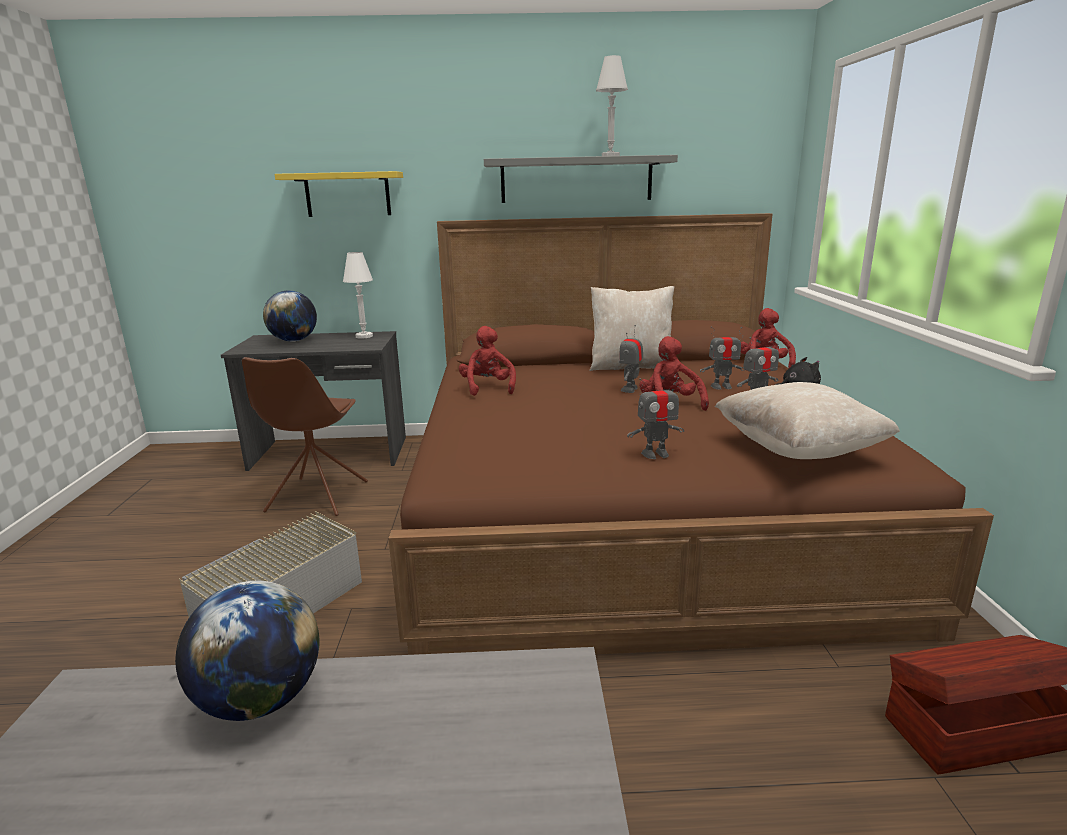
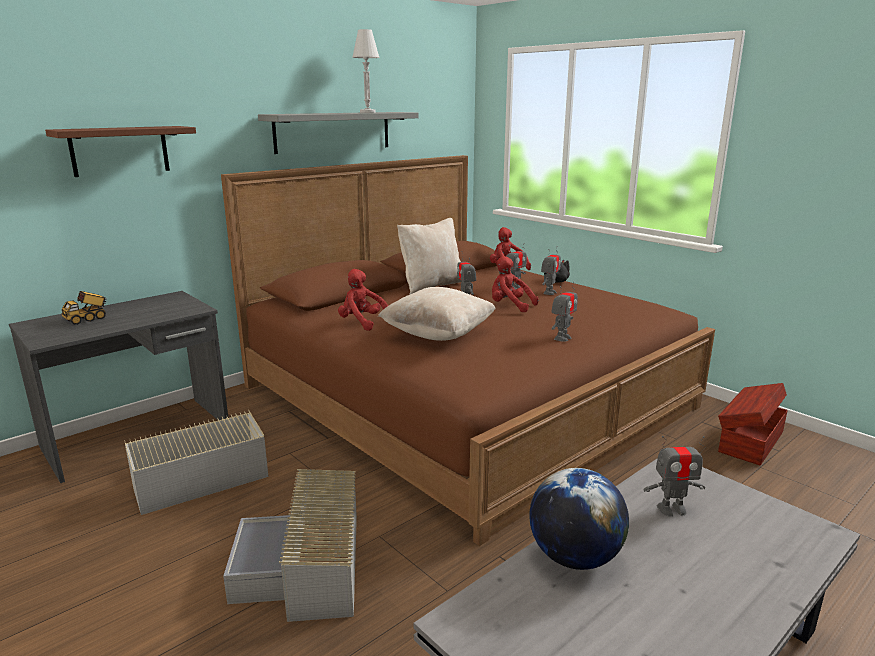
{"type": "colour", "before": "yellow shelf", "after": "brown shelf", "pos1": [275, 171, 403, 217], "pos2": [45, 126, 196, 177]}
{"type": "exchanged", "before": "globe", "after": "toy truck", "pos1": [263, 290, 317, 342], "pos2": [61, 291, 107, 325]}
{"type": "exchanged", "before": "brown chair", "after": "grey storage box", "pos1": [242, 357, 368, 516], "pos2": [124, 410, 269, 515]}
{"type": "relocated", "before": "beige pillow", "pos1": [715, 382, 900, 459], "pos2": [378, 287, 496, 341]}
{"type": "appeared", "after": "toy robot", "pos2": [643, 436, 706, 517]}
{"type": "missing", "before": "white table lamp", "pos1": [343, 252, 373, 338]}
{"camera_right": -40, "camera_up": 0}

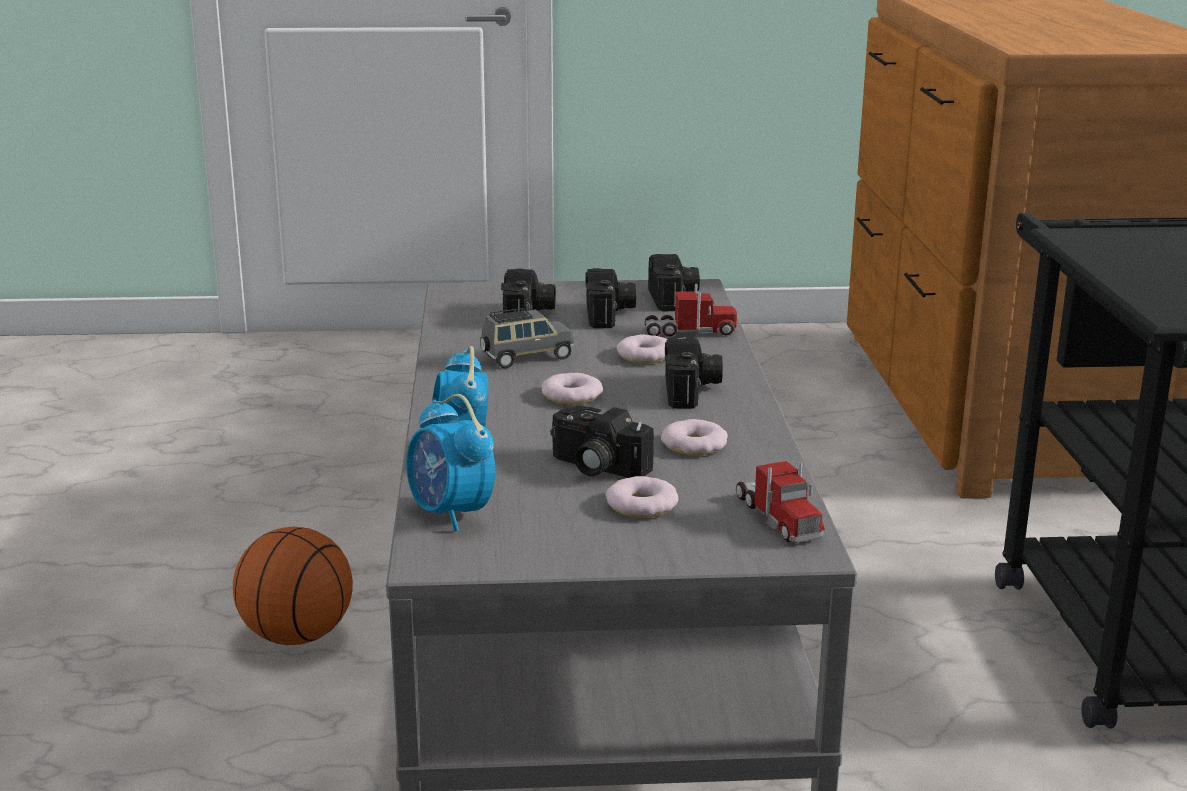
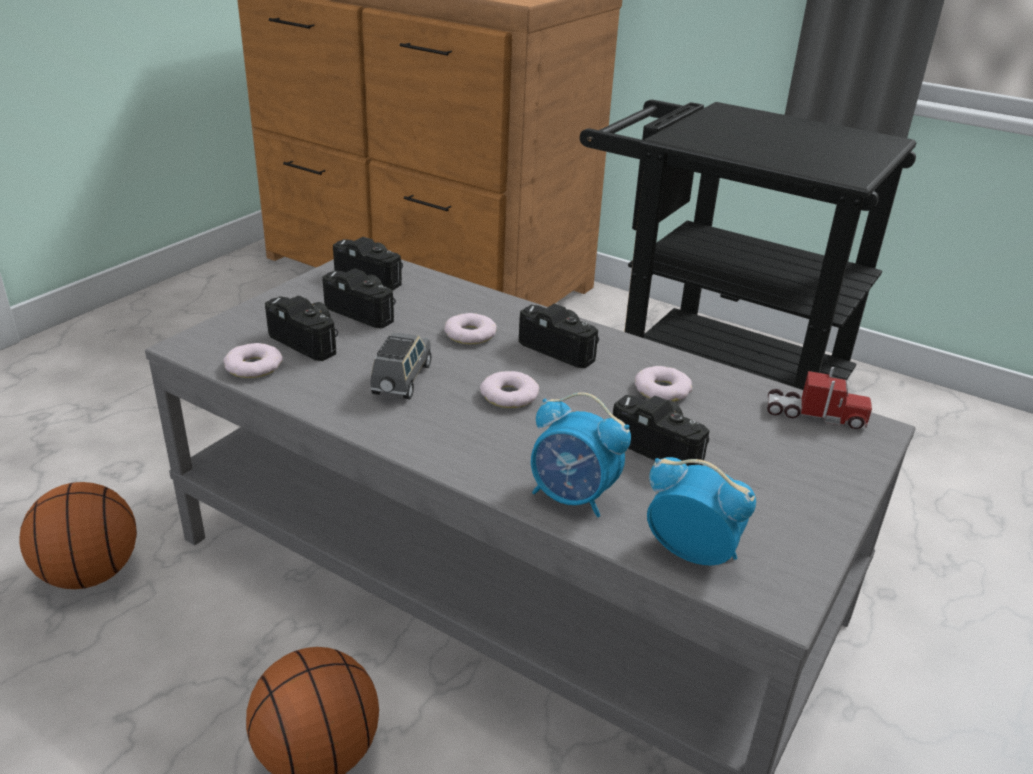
{"type": "appeared", "after": "basketball", "pos2": [19, 482, 137, 589]}
{"type": "relocated", "before": "donut", "pos1": [606, 476, 679, 518], "pos2": [223, 343, 283, 378]}
{"type": "spun", "before": "photo camera", "pos1": [550, 405, 654, 478], "pos2": [613, 395, 710, 466], "turn": -120}
{"type": "spun", "before": "alarm clock", "pos1": [406, 394, 495, 532], "pos2": [647, 457, 756, 566], "turn": -150}
{"type": "missing", "before": "toy truck", "pos1": [645, 284, 737, 336]}
{"camera_right": -55, "camera_up": 10}

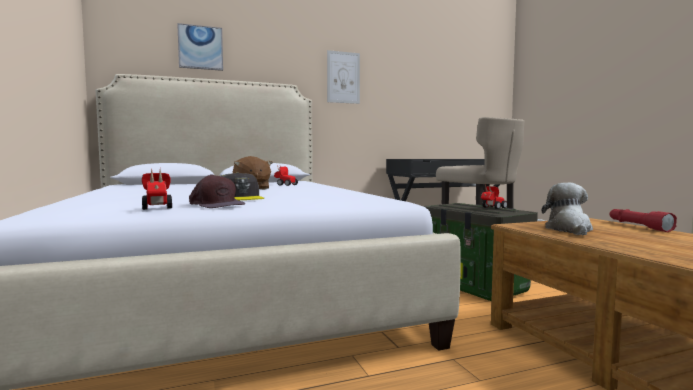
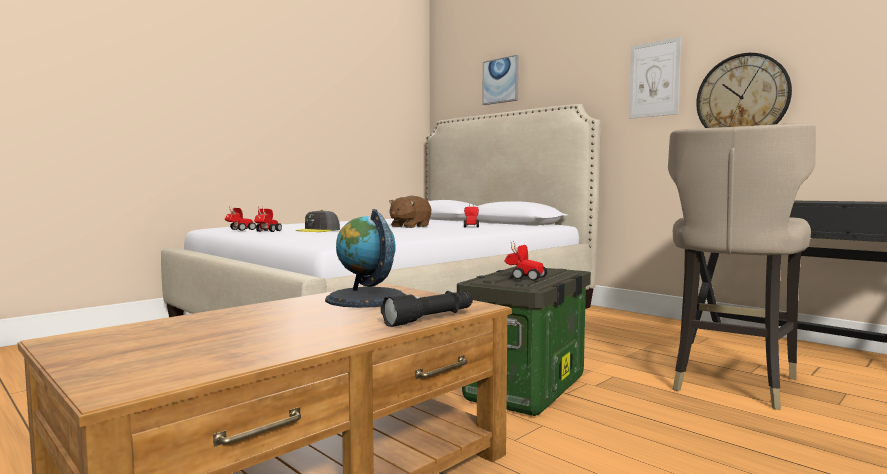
{"type": "exchanged", "before": "brown cap", "after": "toy car", "pos1": [189, 174, 245, 208], "pos2": [254, 206, 282, 232]}
{"type": "exchanged", "before": "plush toy", "after": "globe", "pos1": [542, 183, 593, 235], "pos2": [325, 209, 406, 308]}
{"type": "colour", "before": "red flashlight", "after": "black flashlight", "pos1": [610, 209, 677, 232], "pos2": [381, 291, 473, 327]}
{"type": "appeared", "after": "wall clock", "pos2": [696, 53, 792, 128]}
{"camera_right": 65, "camera_up": 0}

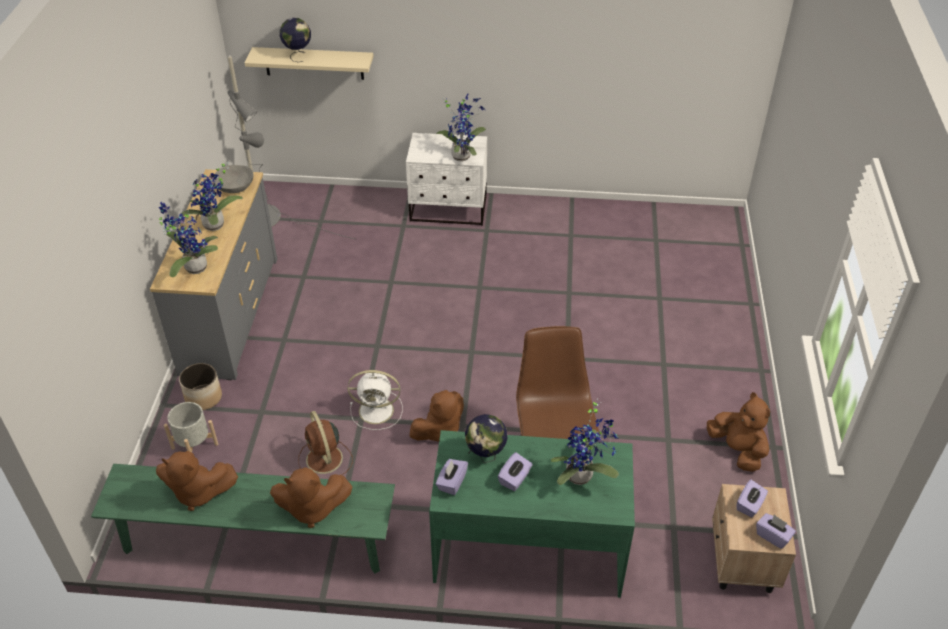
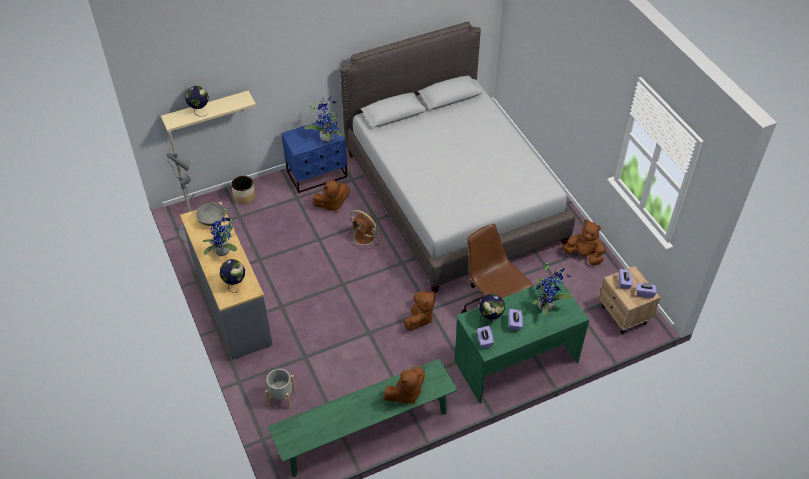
{"type": "exchanged", "before": "potted plant", "after": "globe", "pos1": [159, 202, 218, 277], "pos2": [220, 259, 245, 293]}
{"type": "relocated", "before": "planter", "pos1": [179, 363, 222, 410], "pos2": [231, 176, 256, 204]}
{"type": "colour", "before": "white nightstand", "after": "blue nightstand", "pos1": [406, 133, 487, 226], "pos2": [282, 120, 347, 193]}
{"type": "relocated", "before": "brown plush toy", "pos1": [156, 451, 238, 511], "pos2": [313, 180, 350, 212]}
{"type": "appeared", "after": "grey bed", "pos2": [340, 22, 575, 293]}
{"type": "relocated", "before": "brown fan", "pos1": [298, 411, 353, 475], "pos2": [348, 210, 382, 249]}
{"type": "missing", "before": "white fan", "pos1": [348, 370, 403, 430]}
{"camera_right": -30, "camera_up": 5}

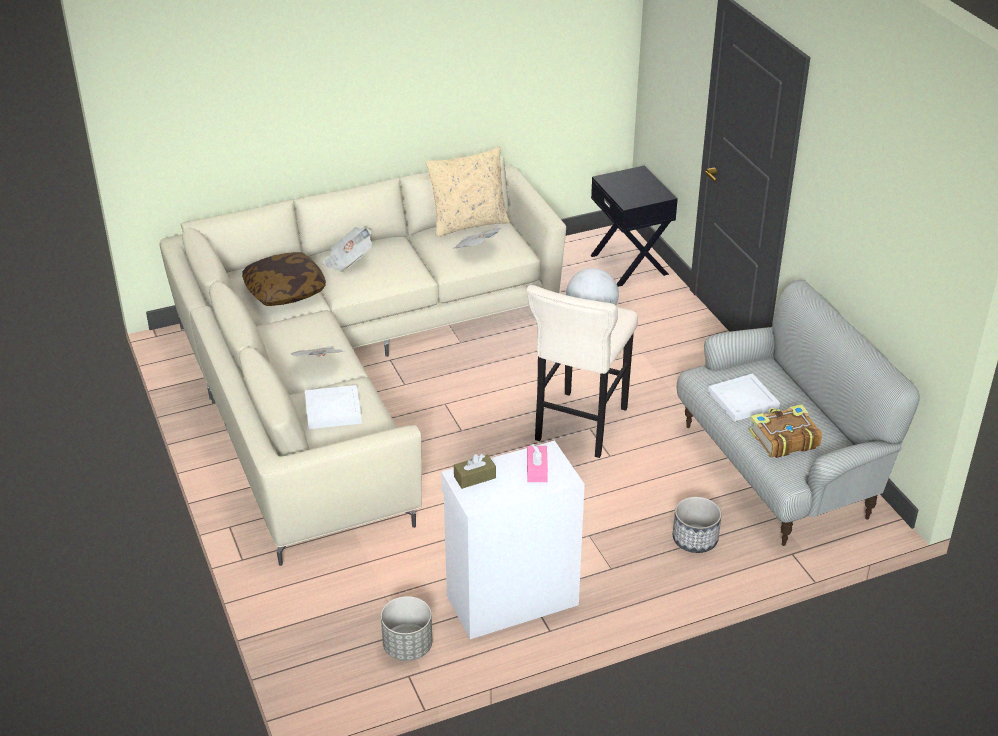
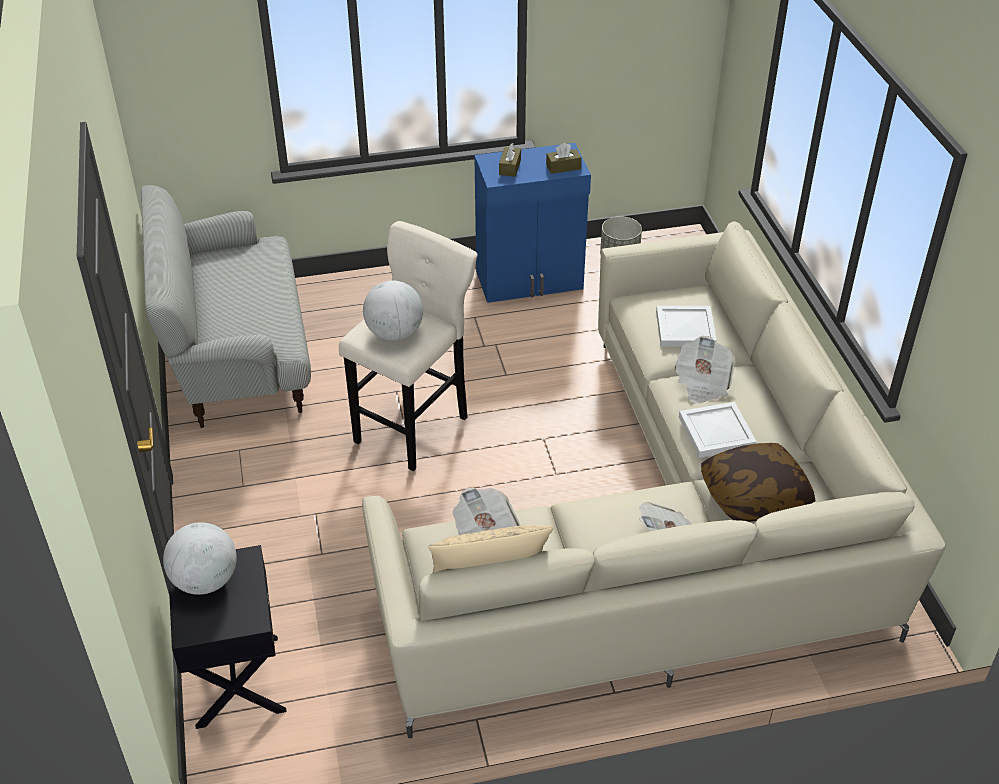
{"type": "appeared", "after": "globe", "pos2": [163, 522, 237, 595]}
{"type": "colour", "before": "white cabinet", "after": "blue cabinet", "pos1": [441, 441, 585, 639], "pos2": [474, 143, 591, 303]}
{"type": "colour", "before": "pink tissue box", "after": "brown tissue box", "pos1": [527, 444, 548, 482], "pos2": [499, 143, 521, 177]}
{"type": "relocated", "before": "white tray", "pos1": [708, 374, 780, 422], "pos2": [679, 402, 757, 458]}
{"type": "missing", "before": "planter", "pos1": [673, 497, 722, 553]}
{"type": "missing", "before": "book", "pos1": [749, 404, 822, 458]}
{"camera_right": -170, "camera_up": 5}

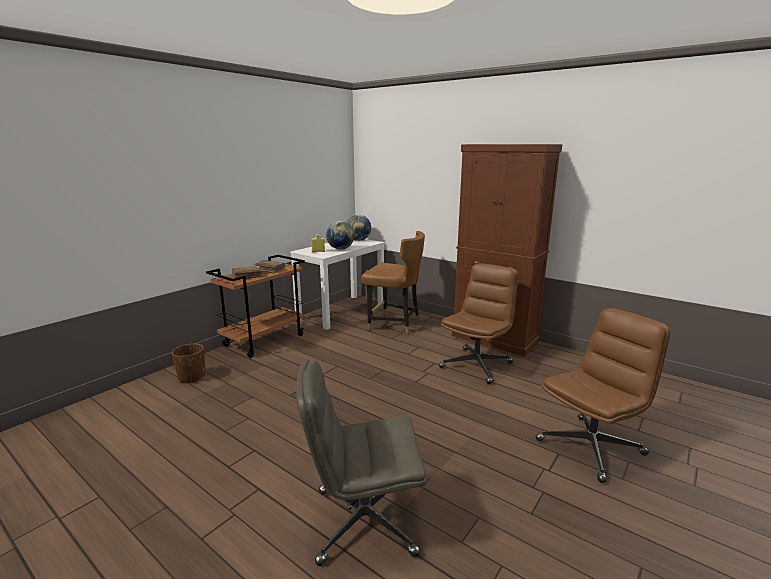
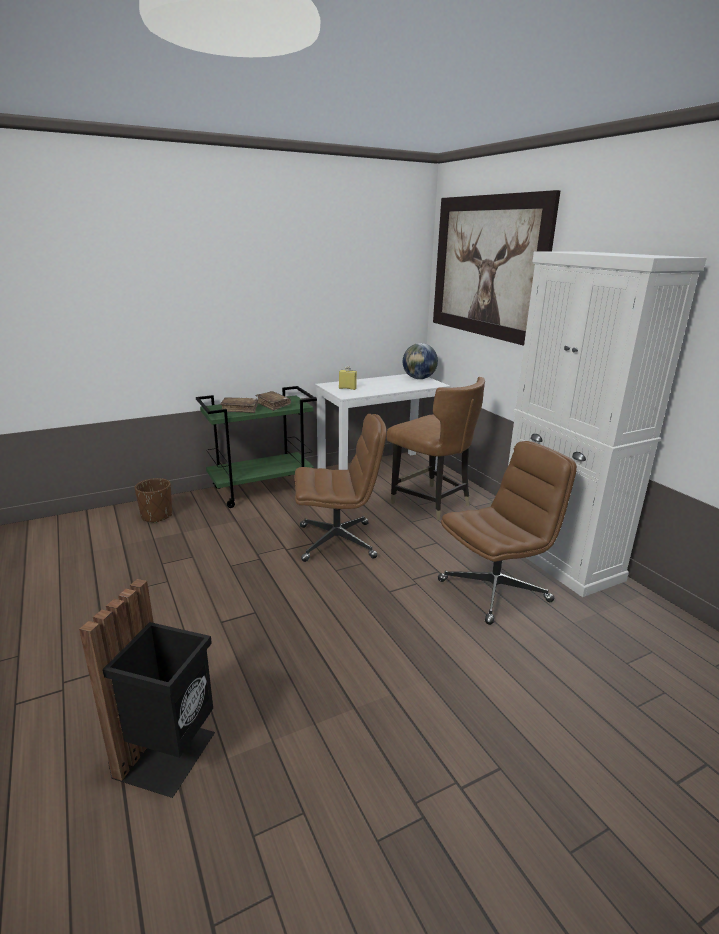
{"type": "exchanged", "before": "grey office chair", "after": "black trash can", "pos1": [296, 360, 427, 566], "pos2": [79, 579, 215, 798]}
{"type": "colour", "before": "brown cart", "after": "green cart", "pos1": [206, 255, 305, 358], "pos2": [196, 386, 317, 508]}
{"type": "relocated", "before": "brown office chair", "pos1": [536, 308, 670, 483], "pos2": [294, 414, 387, 562]}
{"type": "appeared", "after": "picture", "pos2": [433, 190, 561, 346]}
{"type": "colour", "before": "brown cabinet", "after": "white cabinet", "pos1": [452, 144, 562, 357], "pos2": [508, 251, 707, 597]}
{"type": "missing", "before": "globe", "pos1": [326, 221, 354, 250]}
{"camera_right": 25, "camera_up": 5}

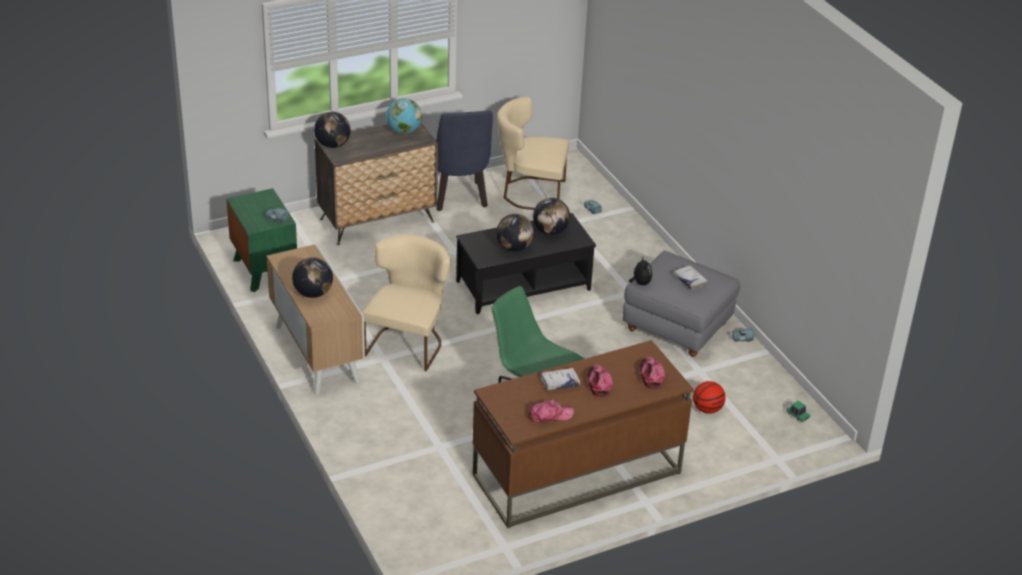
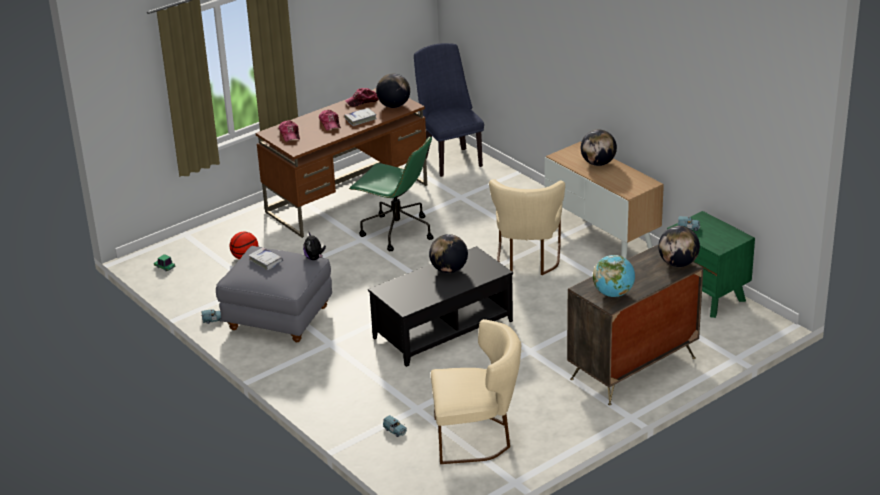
{"type": "relocated", "before": "globe", "pos1": [533, 198, 570, 235], "pos2": [376, 74, 410, 108]}
{"type": "relocated", "before": "blue chair", "pos1": [436, 110, 492, 211], "pos2": [414, 43, 484, 177]}
{"camera_right": 170, "camera_up": -5}

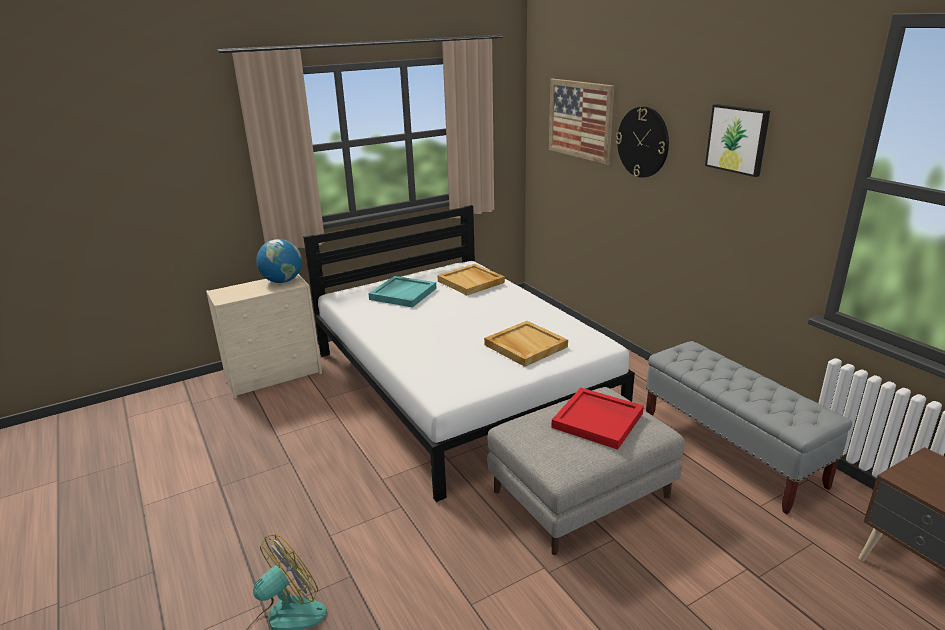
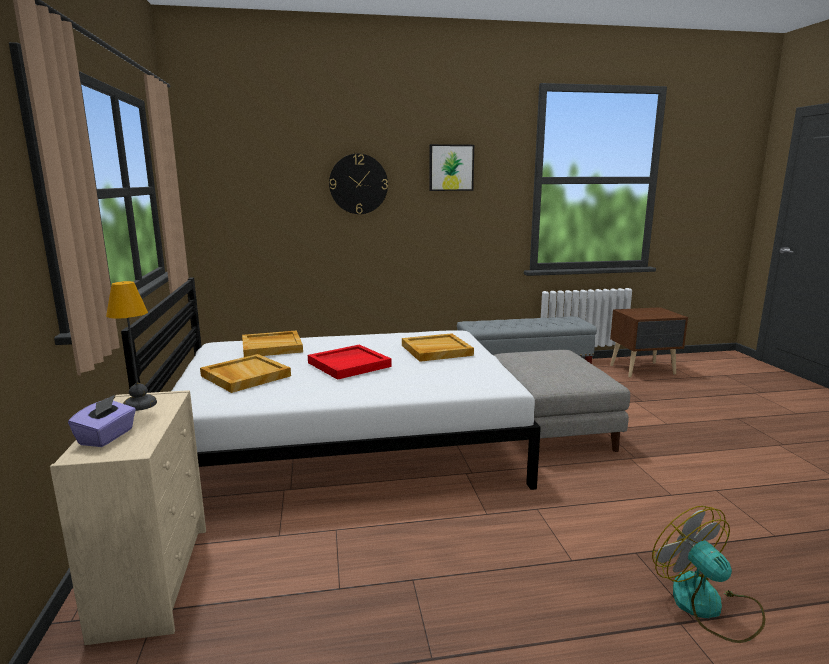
{"type": "appeared", "after": "purple tissue box", "pos2": [68, 395, 136, 447]}
{"type": "exchanged", "before": "globe", "after": "table lamp", "pos1": [256, 239, 302, 283], "pos2": [106, 281, 157, 411]}
{"type": "colour", "before": "turquoise tray", "after": "beige tray", "pos1": [368, 276, 437, 307], "pos2": [200, 354, 291, 393]}
{"type": "relocated", "before": "red tray", "pos1": [551, 388, 644, 450], "pos2": [308, 345, 392, 380]}
{"type": "missing", "before": "picture", "pos1": [549, 79, 615, 165]}
{"camera_right": -70, "camera_up": -10}

